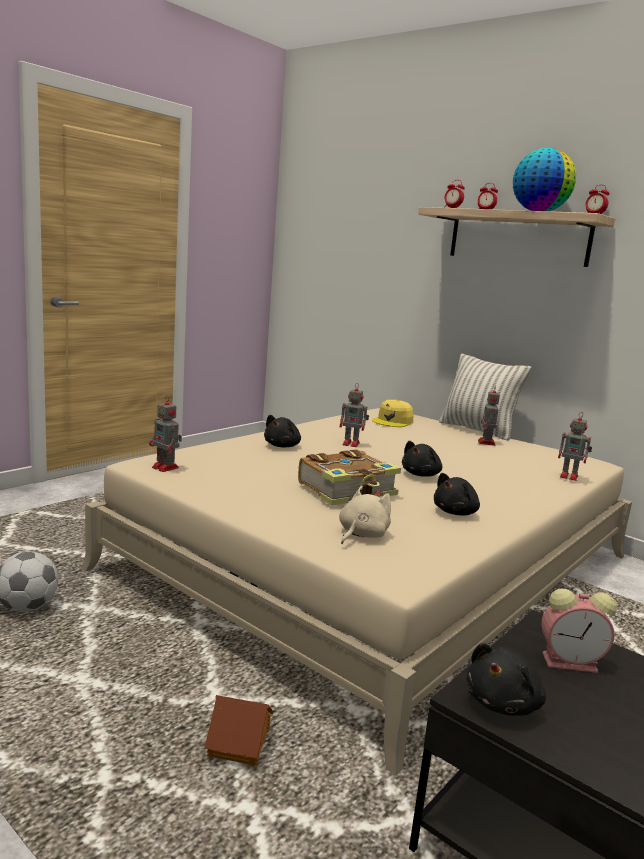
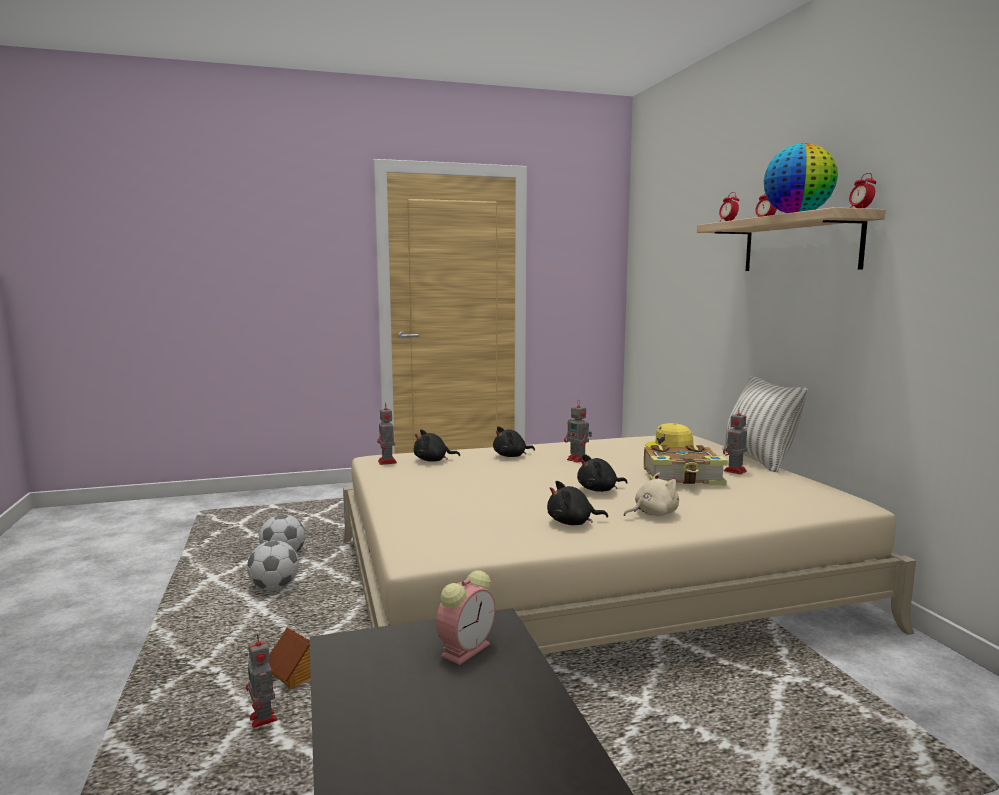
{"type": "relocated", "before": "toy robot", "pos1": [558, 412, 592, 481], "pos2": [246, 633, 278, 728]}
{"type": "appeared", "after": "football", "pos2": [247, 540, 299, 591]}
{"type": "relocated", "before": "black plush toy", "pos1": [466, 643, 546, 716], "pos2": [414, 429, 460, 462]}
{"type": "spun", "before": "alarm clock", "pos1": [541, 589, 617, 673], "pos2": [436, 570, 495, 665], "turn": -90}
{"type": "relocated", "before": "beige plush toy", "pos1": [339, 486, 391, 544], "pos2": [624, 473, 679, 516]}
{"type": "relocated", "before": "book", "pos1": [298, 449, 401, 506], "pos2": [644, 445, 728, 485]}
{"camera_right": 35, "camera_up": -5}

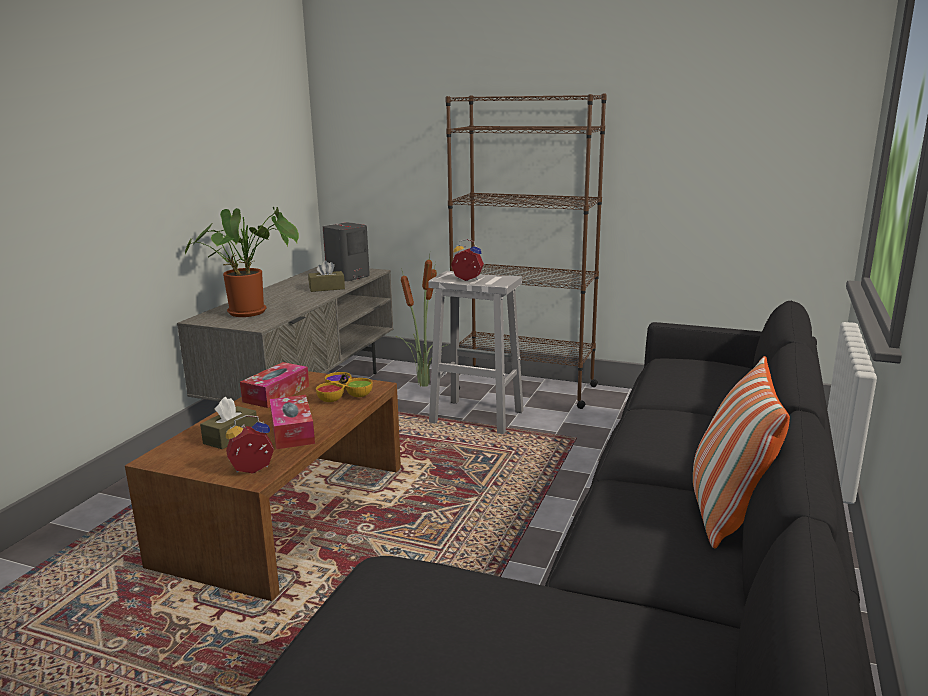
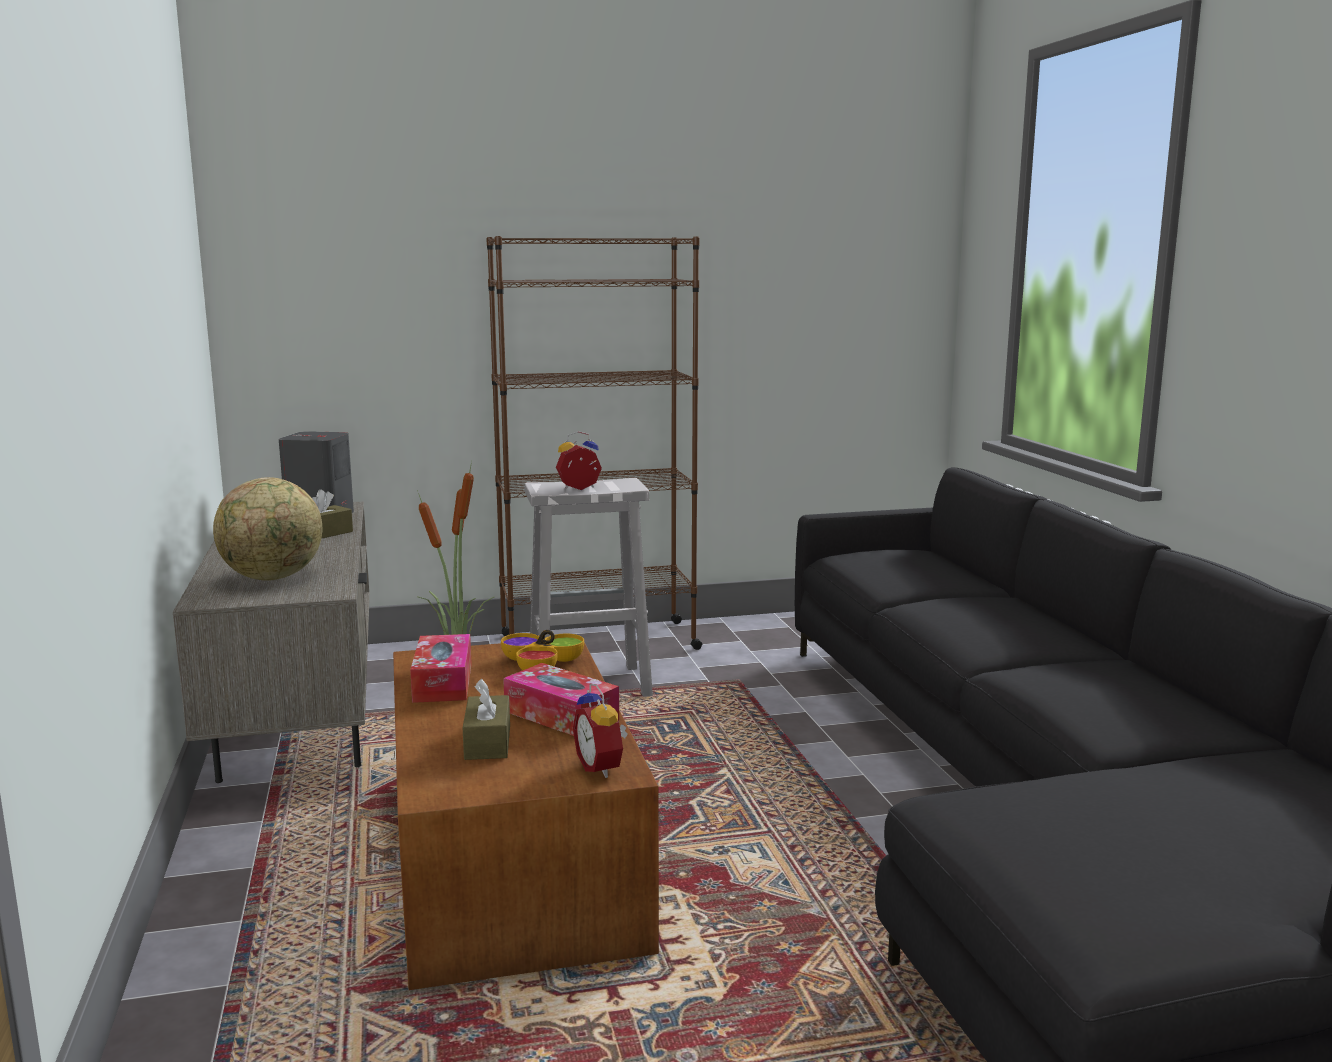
{"type": "exchanged", "before": "potted plant", "after": "globe", "pos1": [185, 207, 299, 317], "pos2": [213, 477, 322, 581]}
{"type": "spun", "before": "alarm clock", "pos1": [226, 415, 274, 474], "pos2": [573, 683, 628, 778], "turn": -60}
{"type": "missing", "before": "pillow", "pos1": [693, 356, 790, 549]}
{"camera_right": -35, "camera_up": -5}

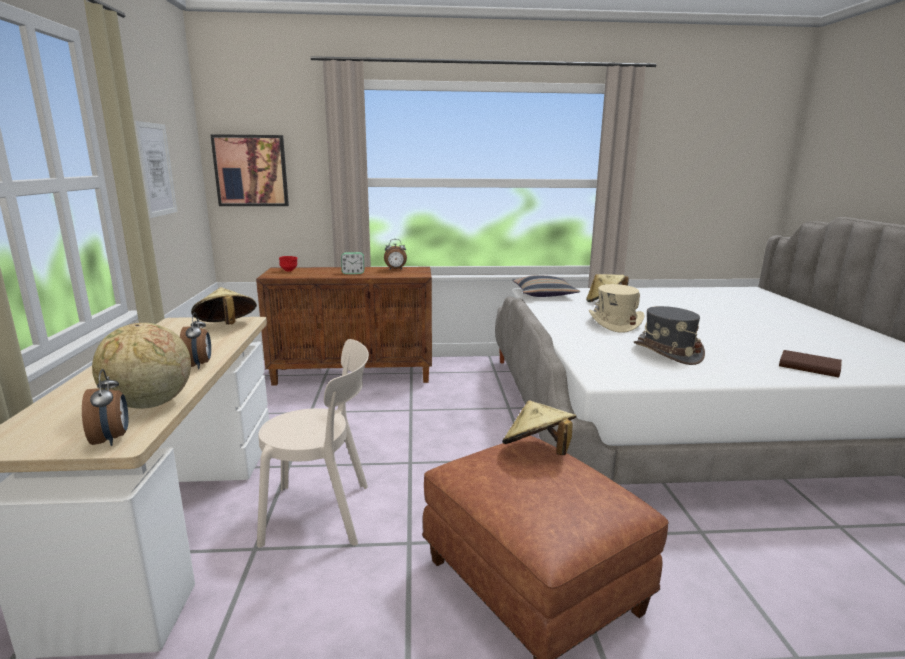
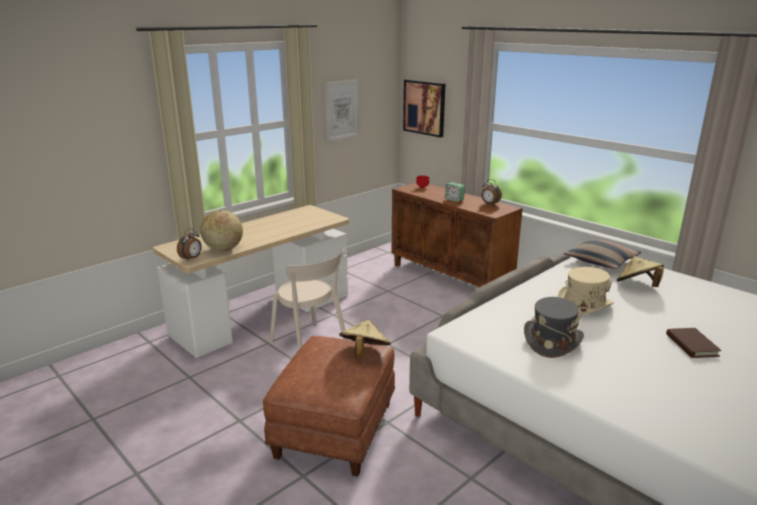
{"type": "relocated", "before": "brown book", "pos1": [779, 350, 842, 377], "pos2": [666, 328, 722, 358]}
{"type": "missing", "before": "alarm clock", "pos1": [180, 312, 211, 369]}
{"type": "missing", "before": "beige hat", "pos1": [191, 287, 257, 325]}
{"camera_right": 50, "camera_up": 5}

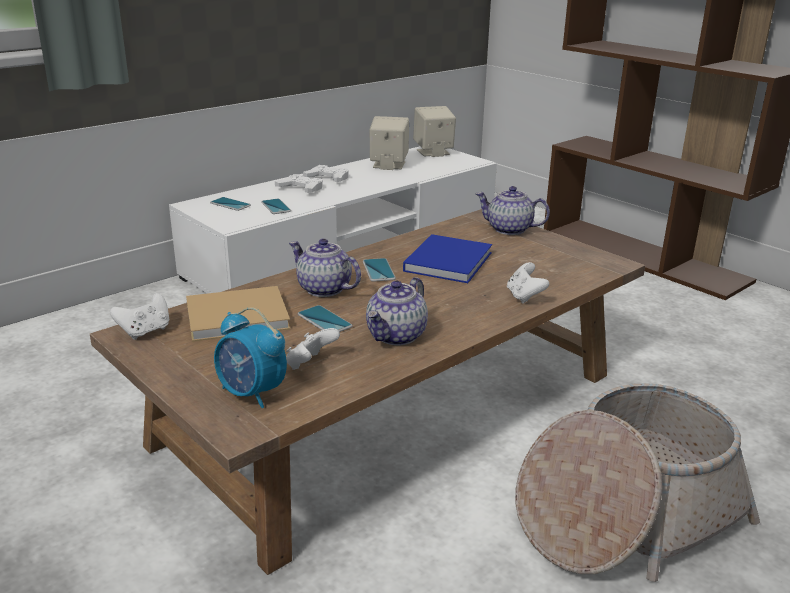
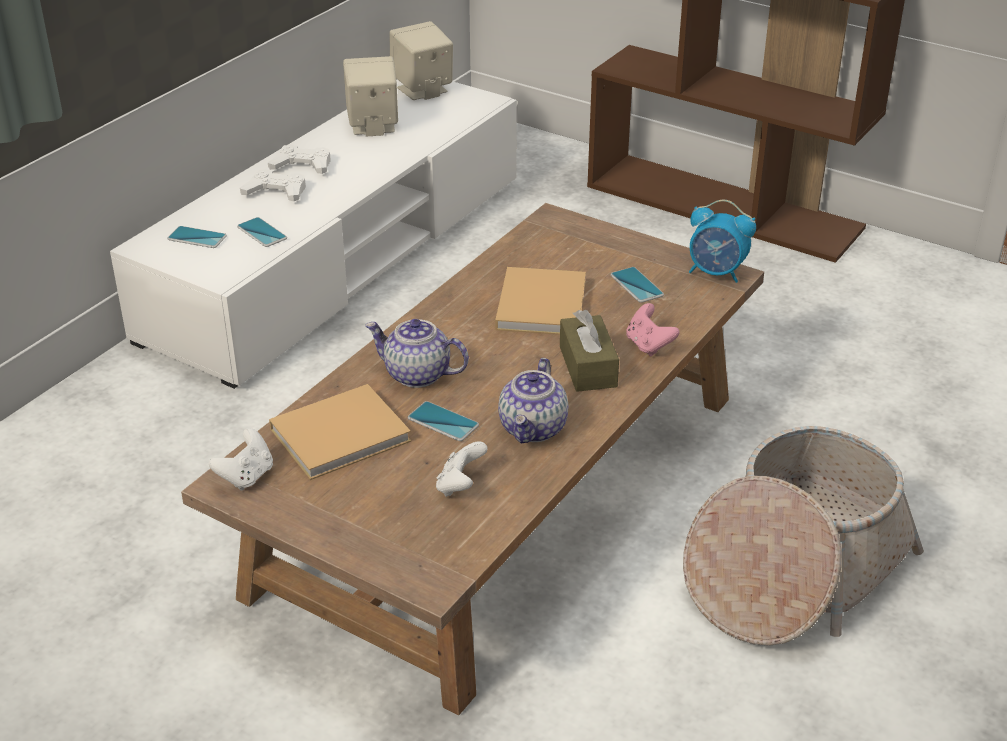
{"type": "colour", "before": "blue book", "after": "beige book", "pos1": [403, 234, 492, 283], "pos2": [495, 267, 586, 335]}
{"type": "appeared", "after": "brown tissue box", "pos2": [560, 310, 619, 392]}
{"type": "relocated", "before": "phone", "pos1": [363, 258, 396, 282], "pos2": [610, 267, 664, 303]}
{"type": "colour", "before": "white game controller", "after": "pink game controller", "pos1": [507, 262, 549, 304], "pos2": [626, 303, 680, 356]}
{"type": "relocated", "before": "alarm clock", "pos1": [214, 307, 287, 408], "pos2": [689, 200, 756, 283]}
{"type": "missing", "before": "teapot", "pos1": [475, 186, 550, 235]}
{"camera_right": -15, "camera_up": 10}

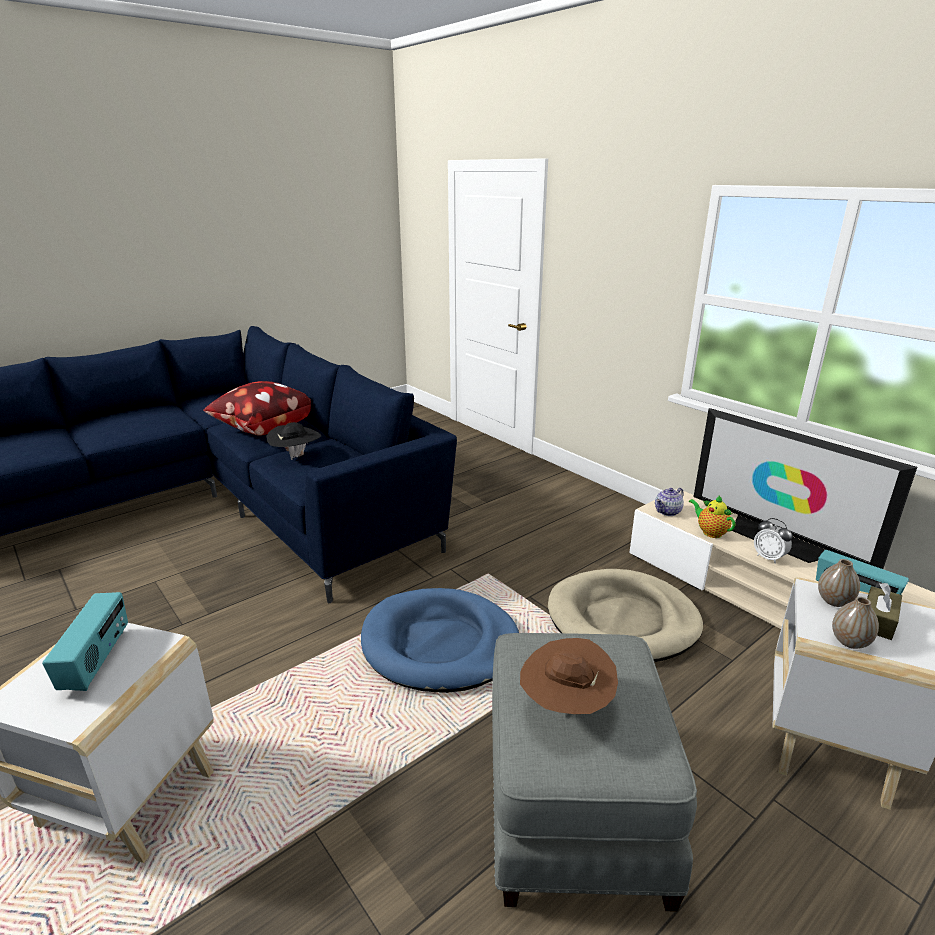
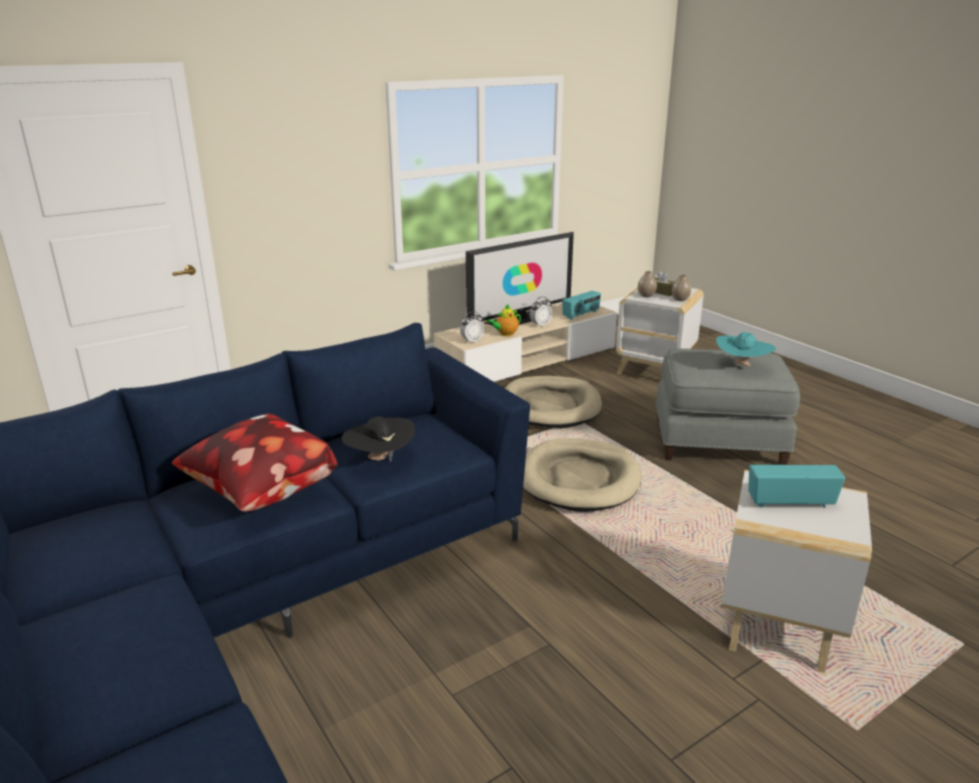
{"type": "exchanged", "before": "teapot", "after": "alarm clock", "pos1": [655, 488, 684, 516], "pos2": [460, 311, 484, 344]}
{"type": "colour", "before": "blue dog bed", "after": "beige dog bed", "pos1": [361, 588, 519, 693], "pos2": [523, 438, 641, 512]}
{"type": "colour", "before": "brown hat", "after": "turquoise hat", "pos1": [520, 638, 618, 714], "pos2": [716, 332, 776, 366]}
{"camera_right": -85, "camera_up": 0}

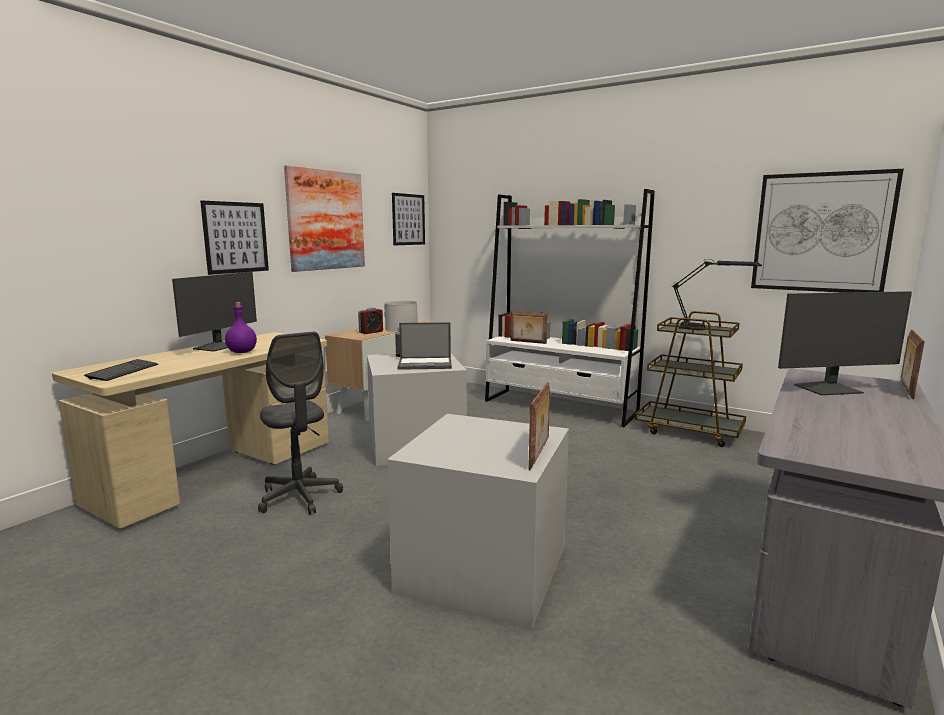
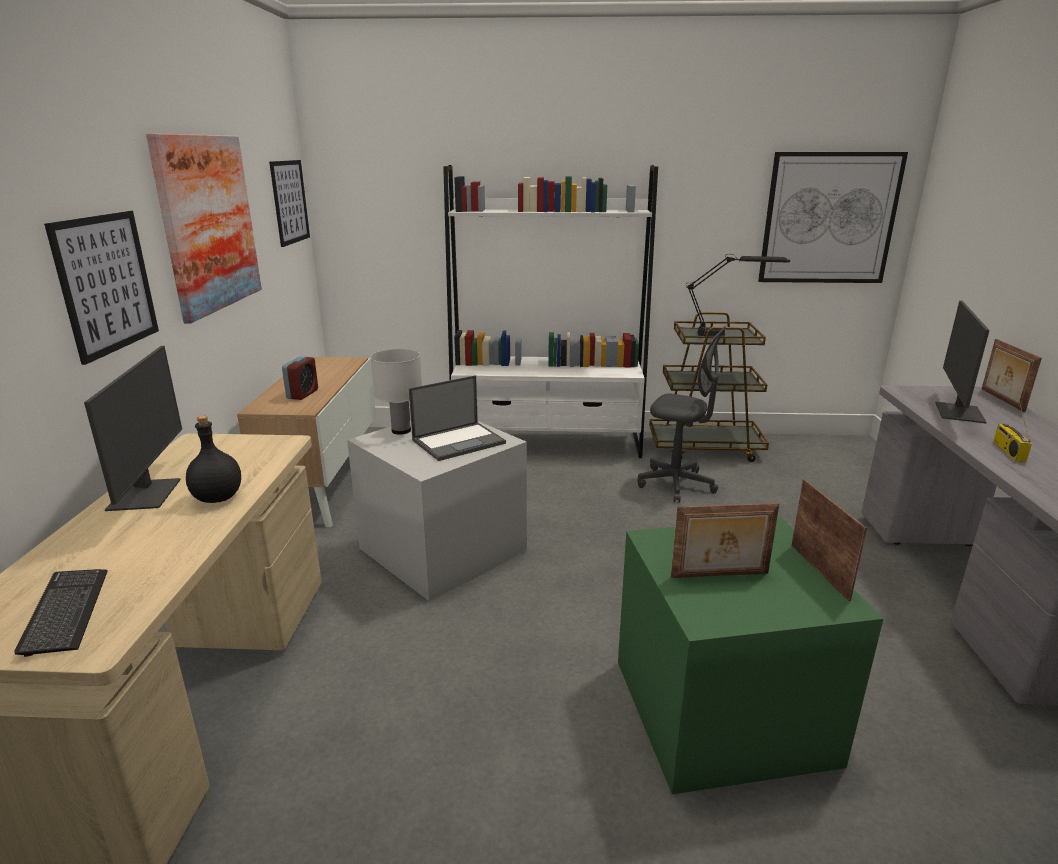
{"type": "colour", "before": "purple bottle", "after": "black bottle", "pos1": [225, 302, 257, 353], "pos2": [186, 416, 241, 503]}
{"type": "colour", "before": "grey storage box", "after": "green storage box", "pos1": [387, 414, 569, 629], "pos2": [618, 517, 883, 794]}
{"type": "relocated", "before": "grey office chair", "pos1": [258, 332, 343, 515], "pos2": [638, 326, 726, 503]}
{"type": "relocated", "before": "picture frame", "pos1": [510, 311, 548, 344], "pos2": [671, 503, 779, 578]}
{"type": "spun", "before": "monitor", "pos1": [778, 291, 912, 395], "pos2": [935, 300, 990, 423], "turn": 150}
{"type": "appeared", "after": "radio", "pos2": [993, 399, 1032, 462]}
{"camera_right": -30, "camera_up": 10}

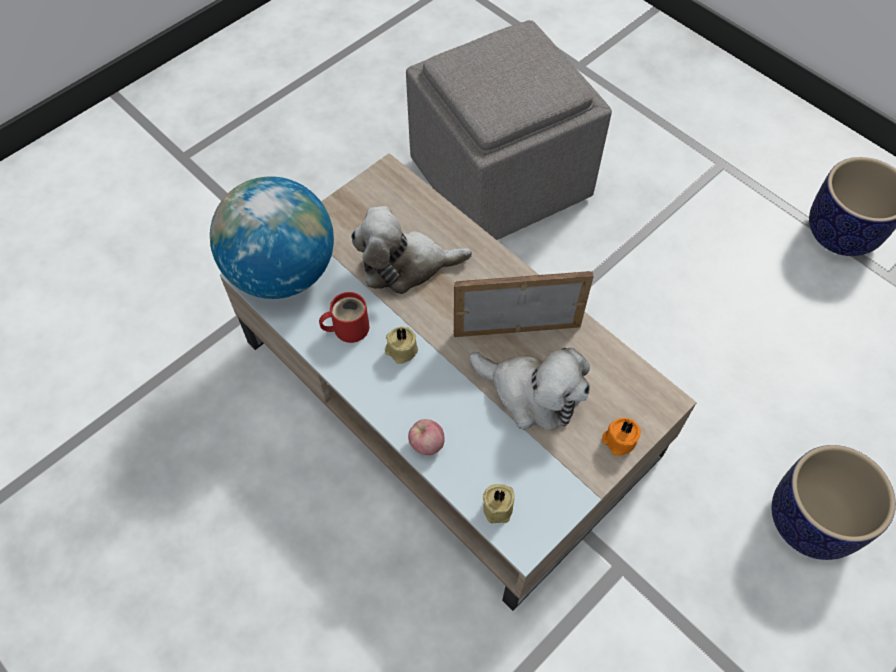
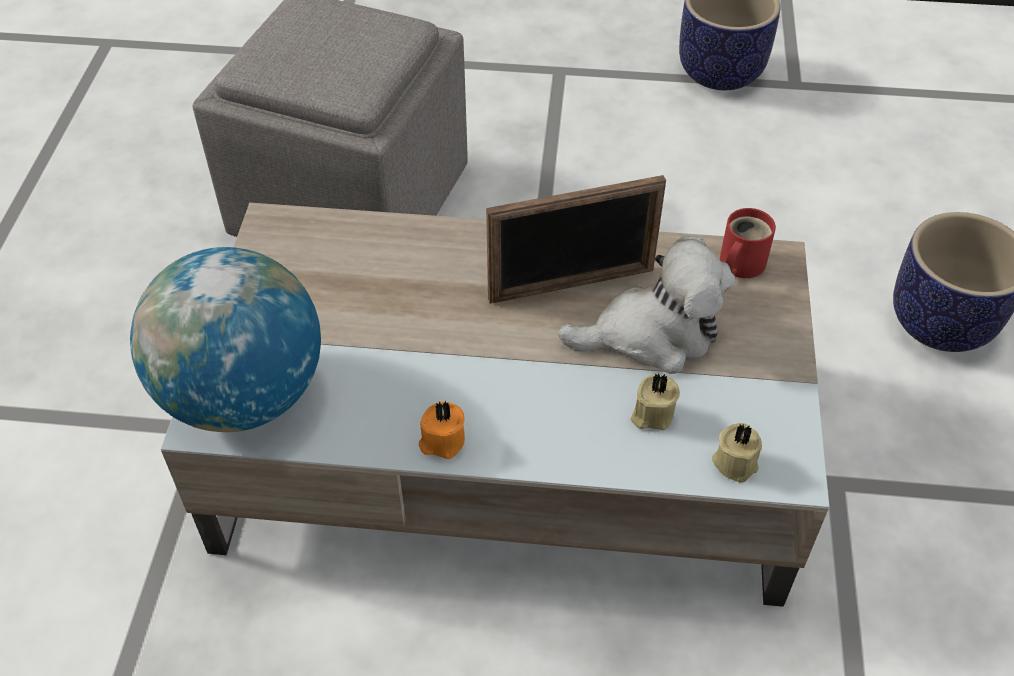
{"type": "relocated", "before": "orange candle", "pos1": [602, 418, 641, 456], "pos2": [419, 401, 465, 459]}
{"type": "spun", "before": "picture frame", "pos1": [454, 271, 594, 337], "pos2": [486, 175, 666, 304], "turn": -150}
{"type": "relocated", "before": "beige candle", "pos1": [385, 326, 418, 364], "pos2": [631, 373, 680, 430]}
{"type": "relocated", "before": "red mug", "pos1": [319, 292, 369, 343], "pos2": [720, 208, 776, 278]}
{"type": "missing", "before": "plush toy", "pos1": [351, 206, 472, 294]}
{"type": "missing", "before": "apple", "pos1": [408, 419, 444, 455]}
{"camera_right": -40, "camera_up": -10}

